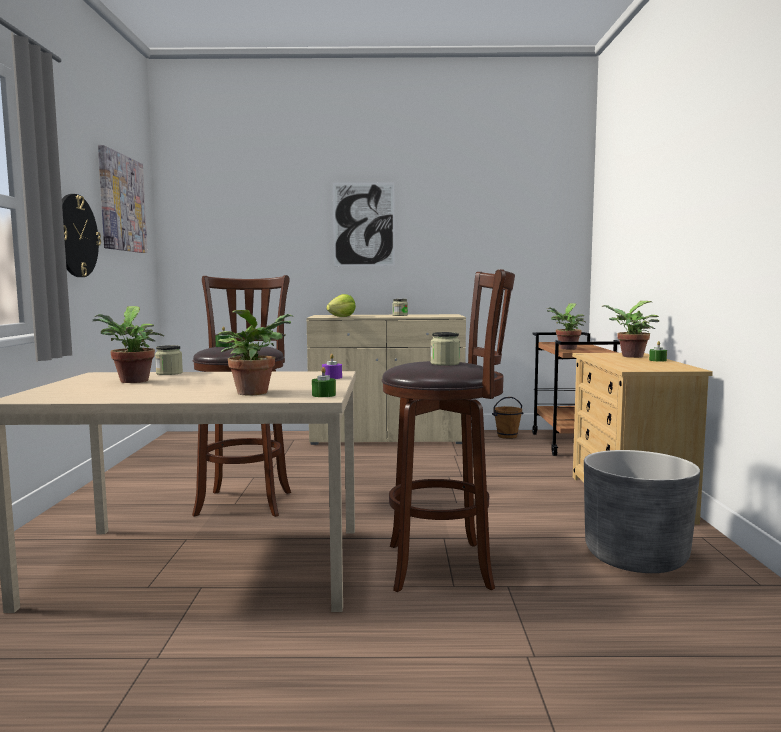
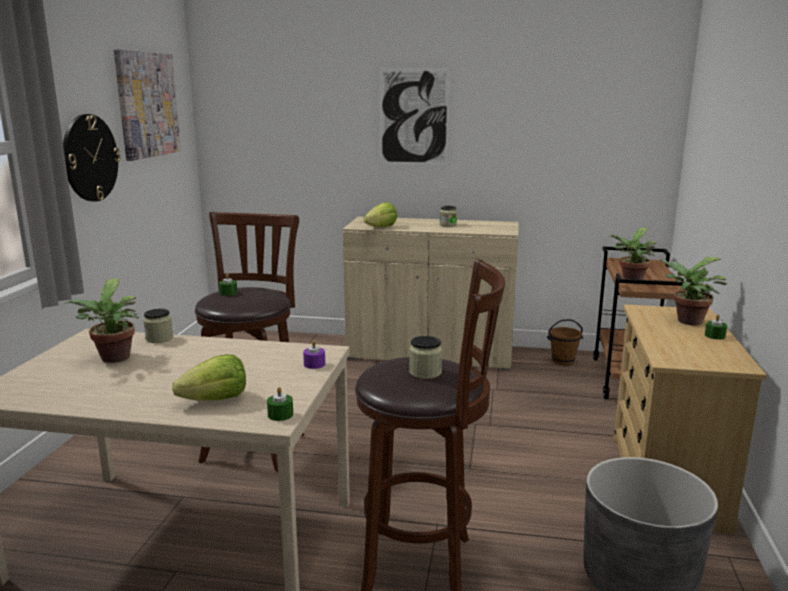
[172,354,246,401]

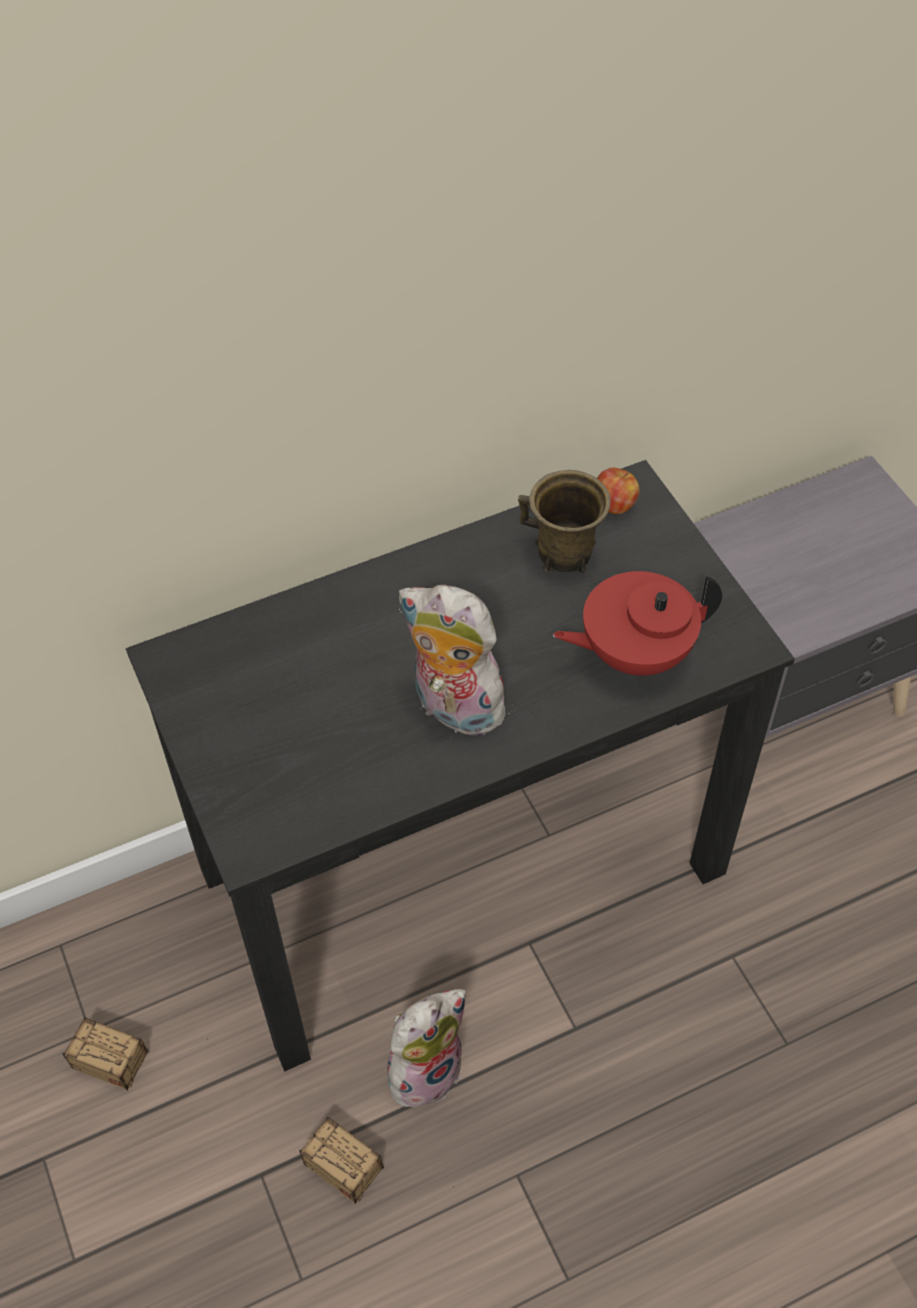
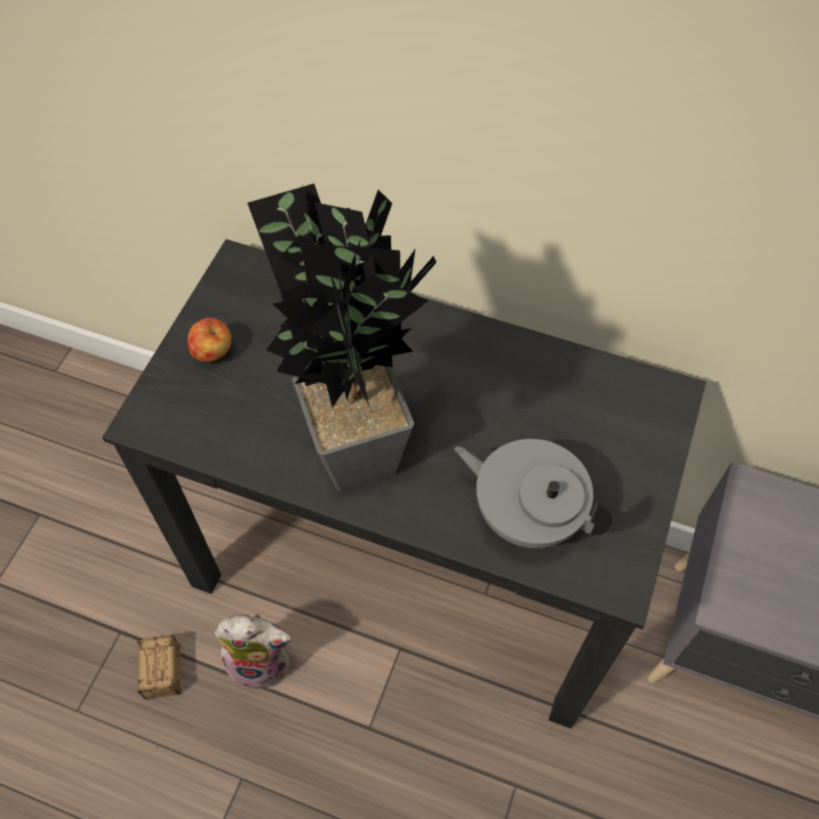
[63,1018,208,1090] (first image)
[247,184,437,492]
[518,470,610,573] (first image)
[455,439,612,548]
[188,318,231,362]

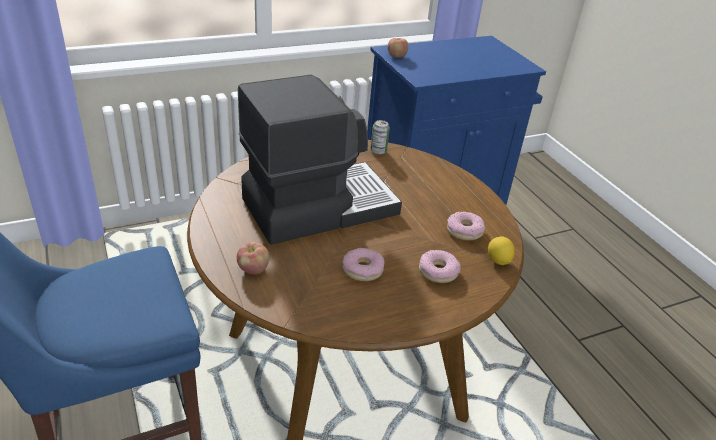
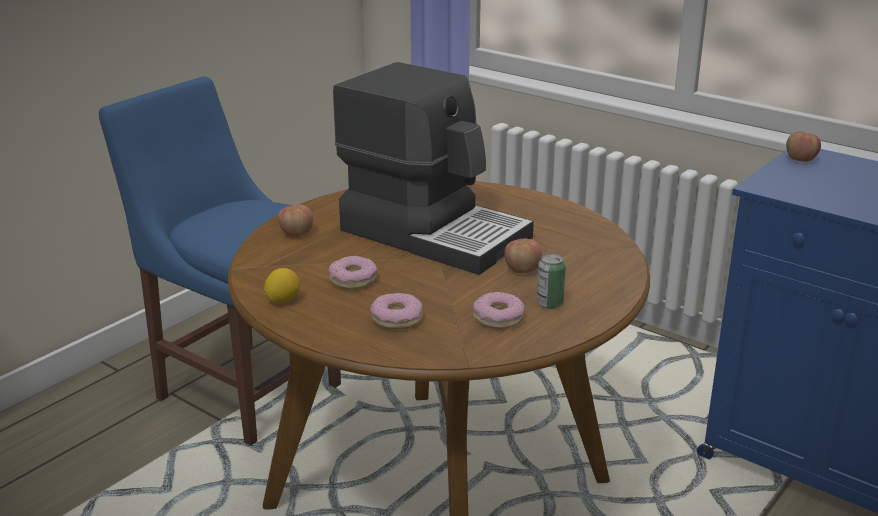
[537,254,566,309]
[264,268,300,304]
[504,238,542,273]

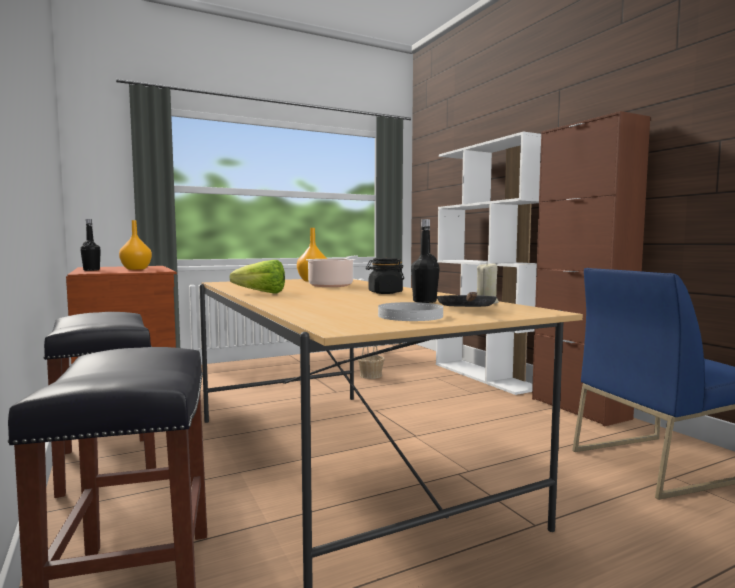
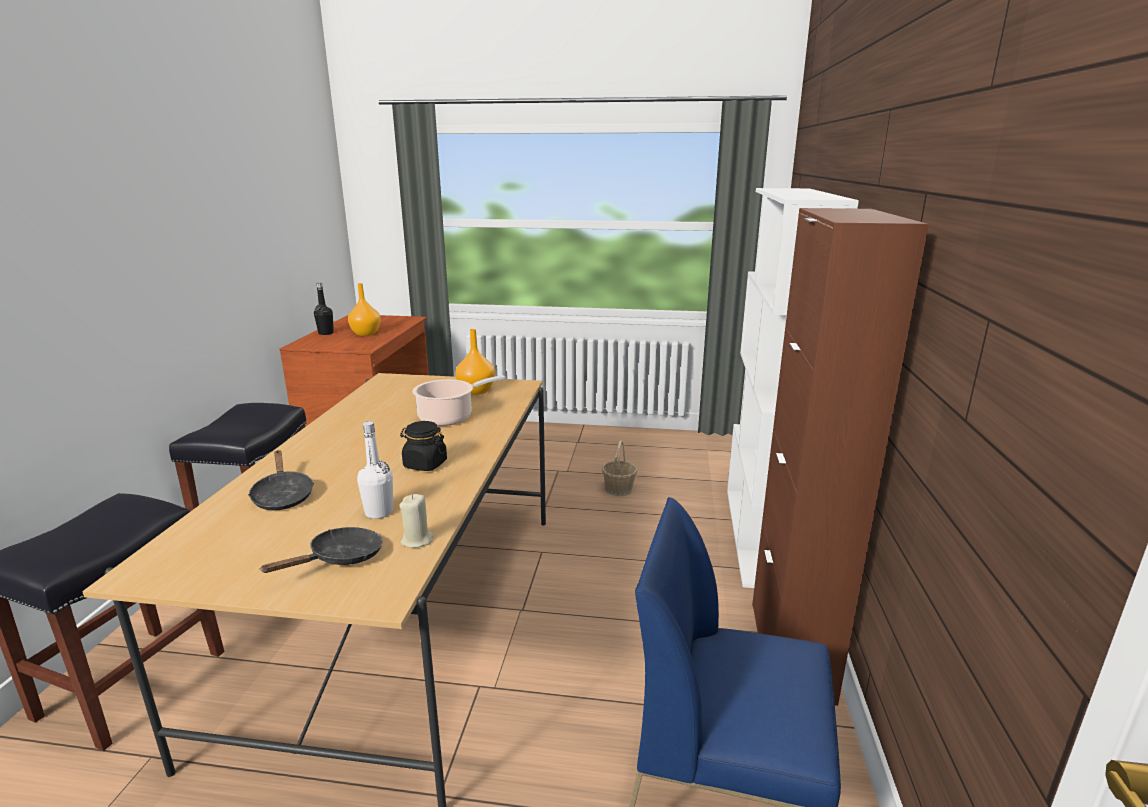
[229,260,285,293] (first image)
[378,302,443,321] (first image)
[357,421,393,519]
[248,450,314,510]

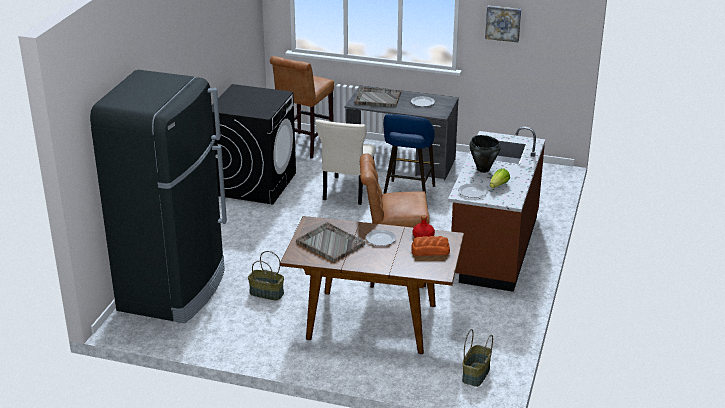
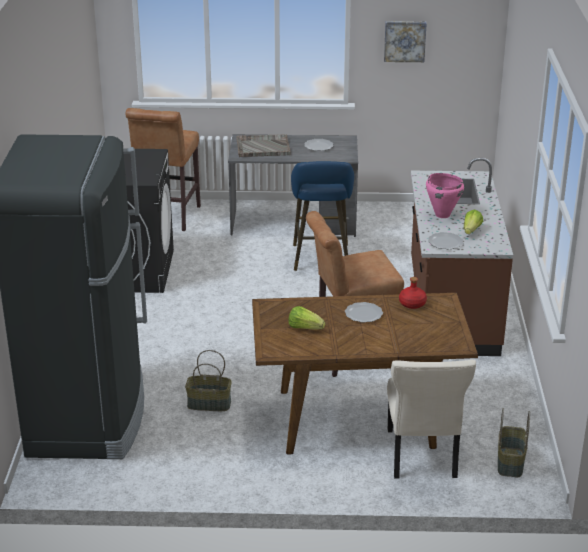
[288,306,325,330]
[387,360,476,478]
[411,236,450,256] (first image)
[426,173,464,218]

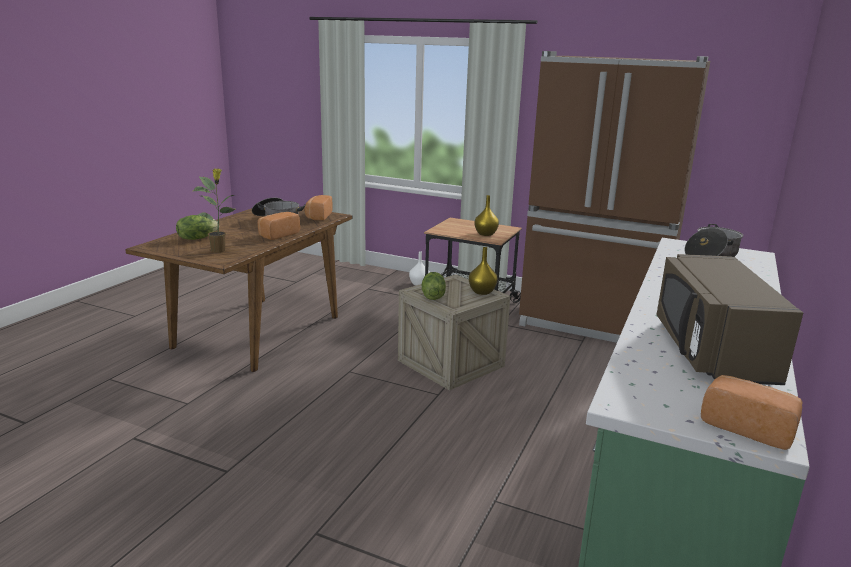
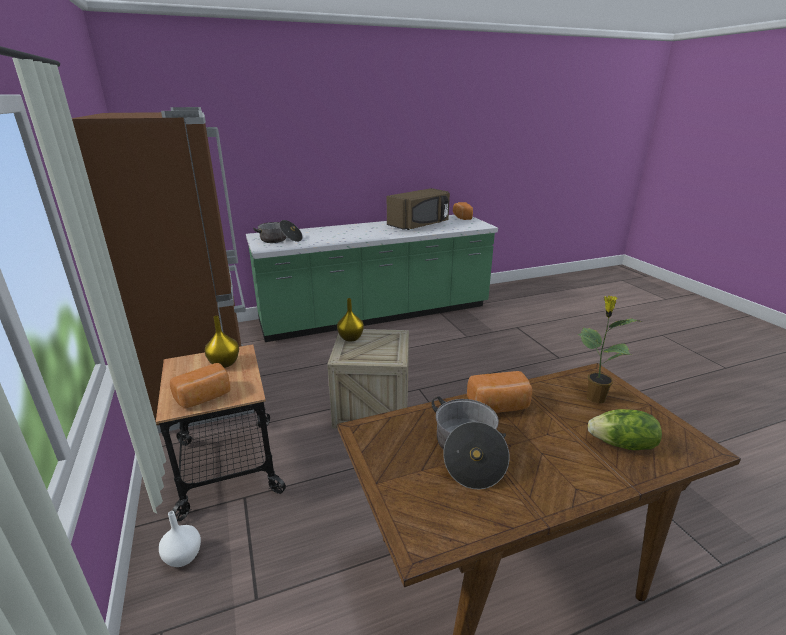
[170,363,231,409]
[422,272,446,300] (first image)

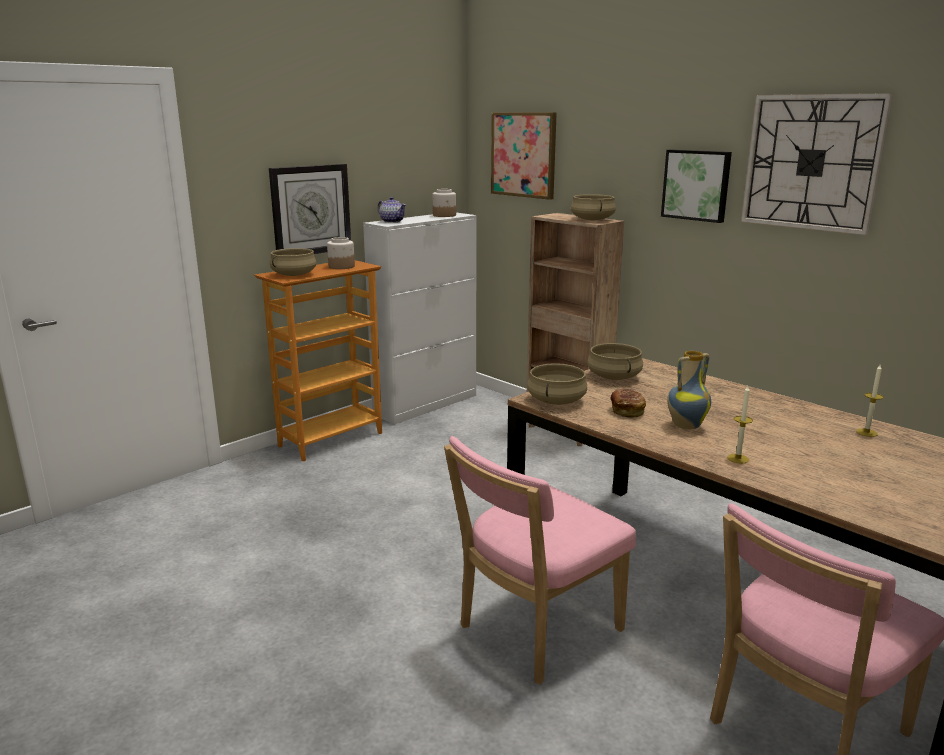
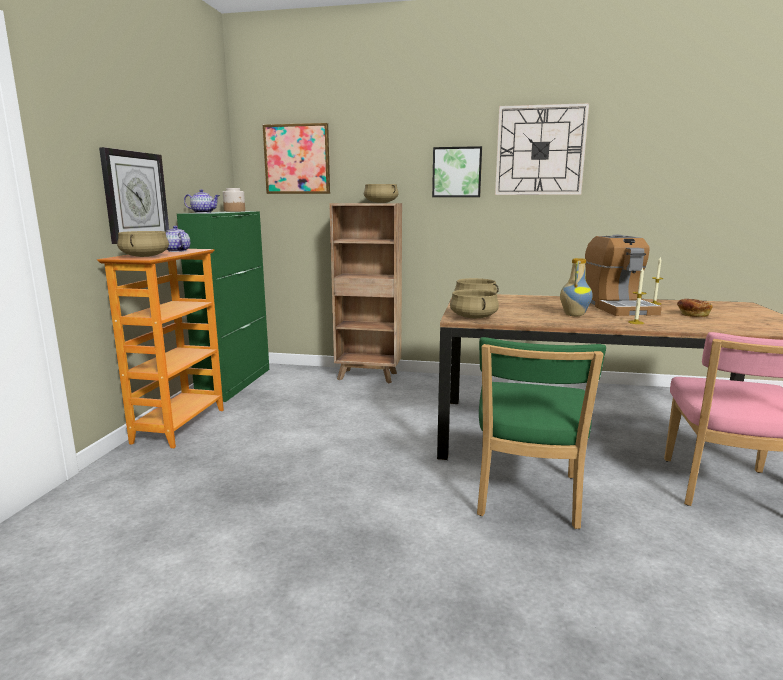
[166,226,190,252]
[177,211,269,402]
[477,337,606,529]
[677,299,713,317]
[585,235,662,316]

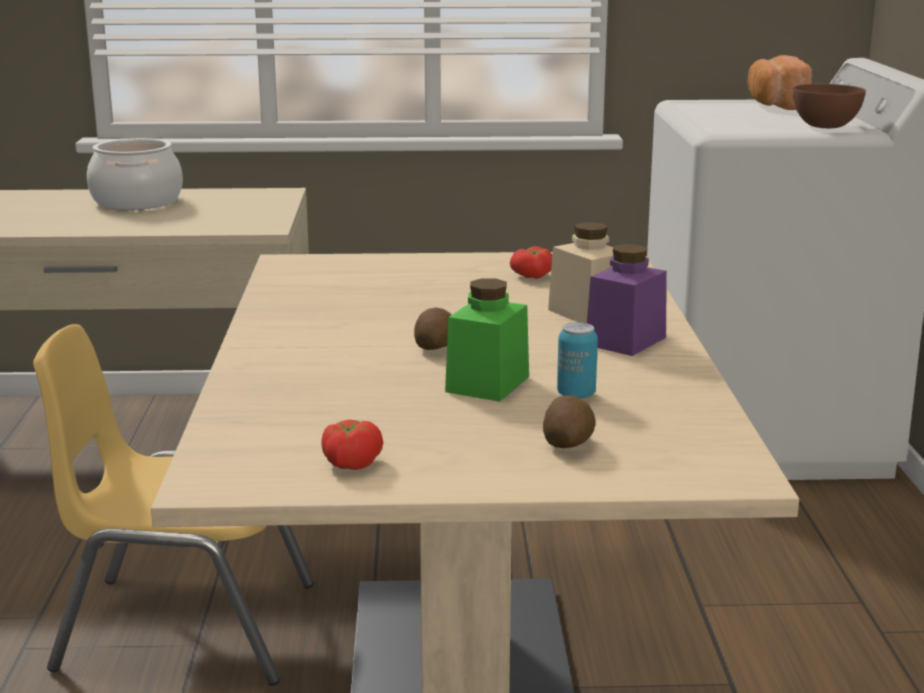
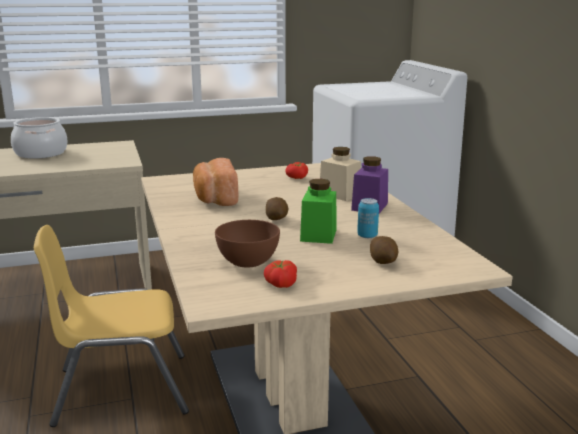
[193,158,238,206]
[215,220,280,268]

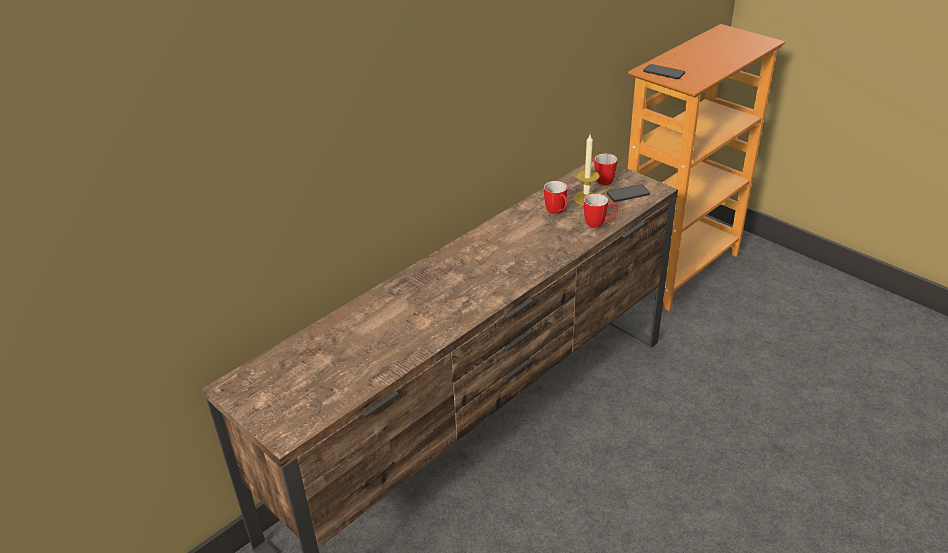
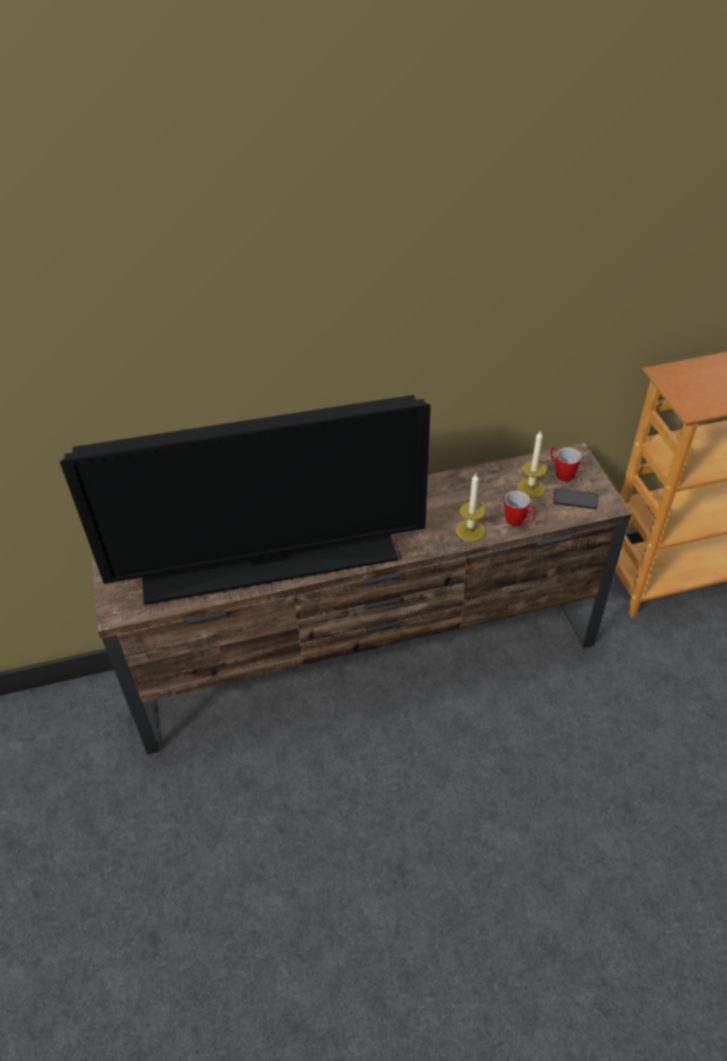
[544,181,568,214] (first image)
[643,64,685,79] (first image)
[60,395,431,605]
[456,474,485,542]

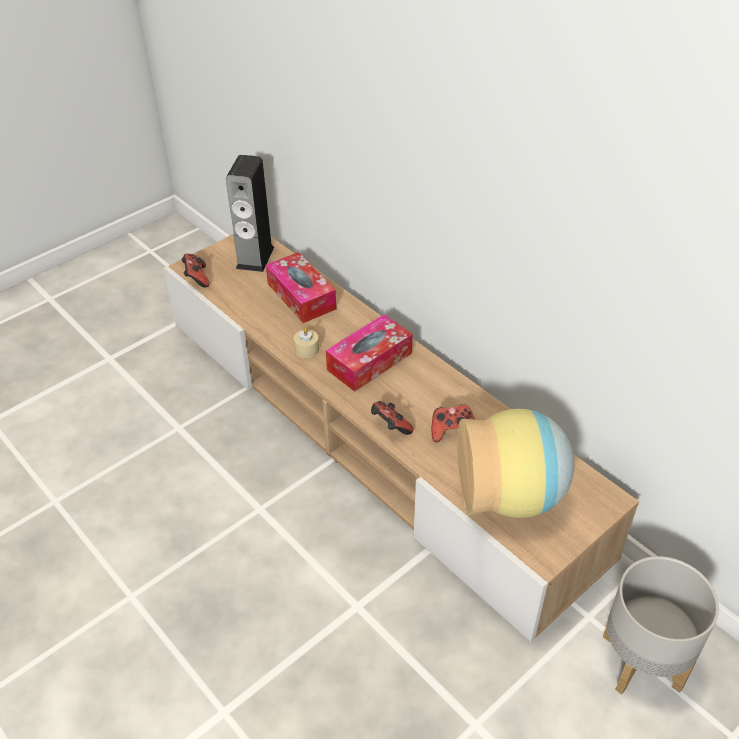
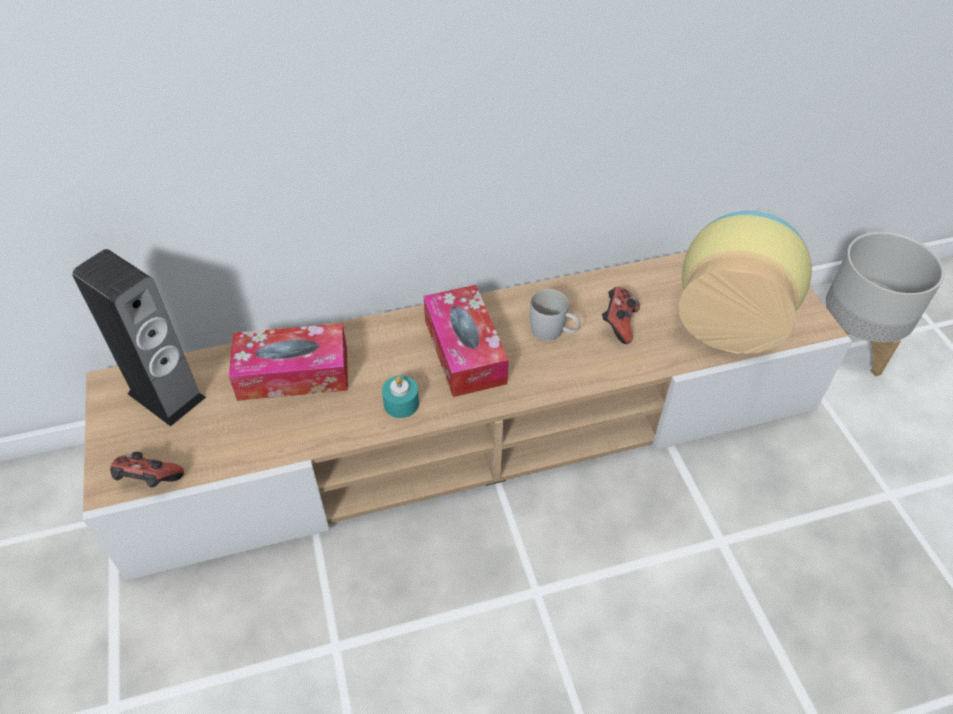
[382,376,419,418]
[371,401,413,435] (first image)
[530,289,580,341]

